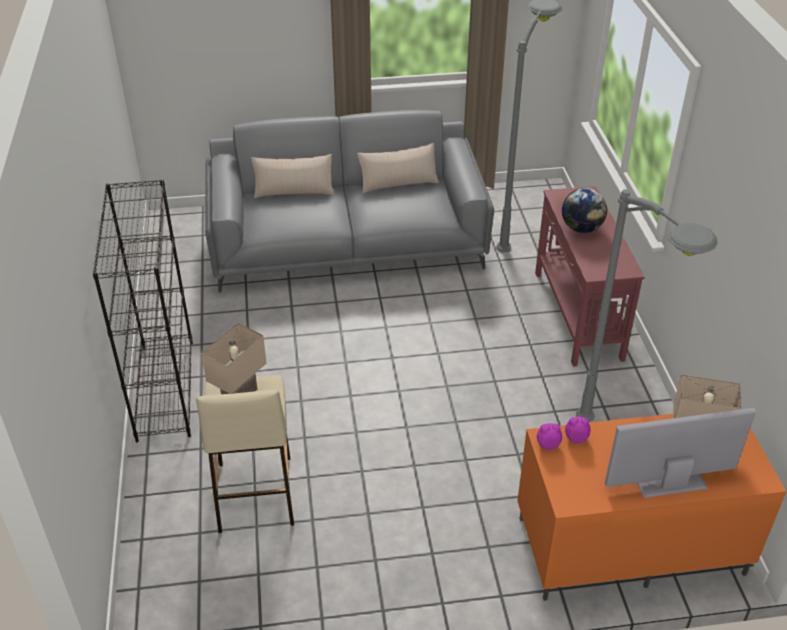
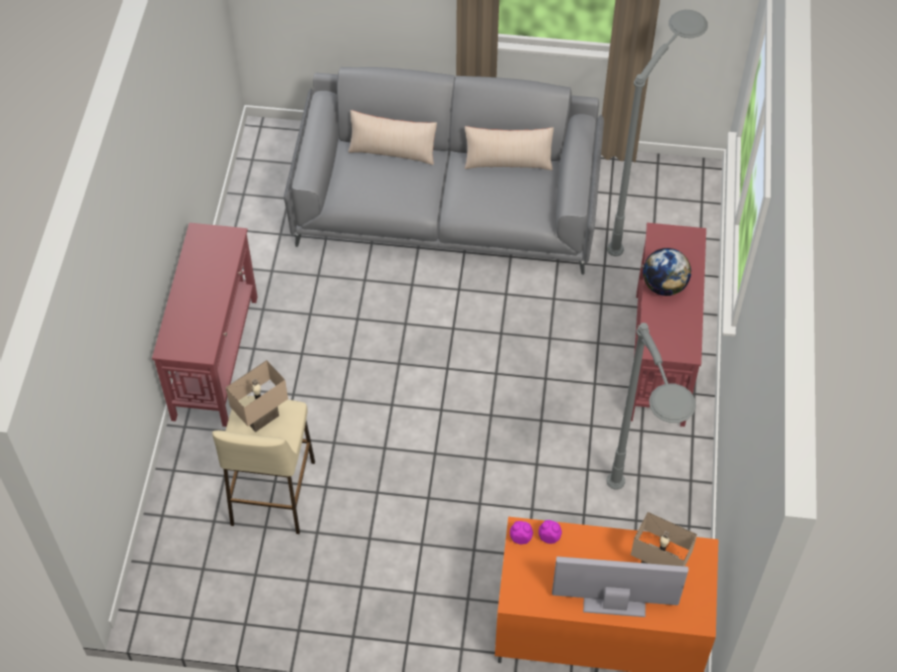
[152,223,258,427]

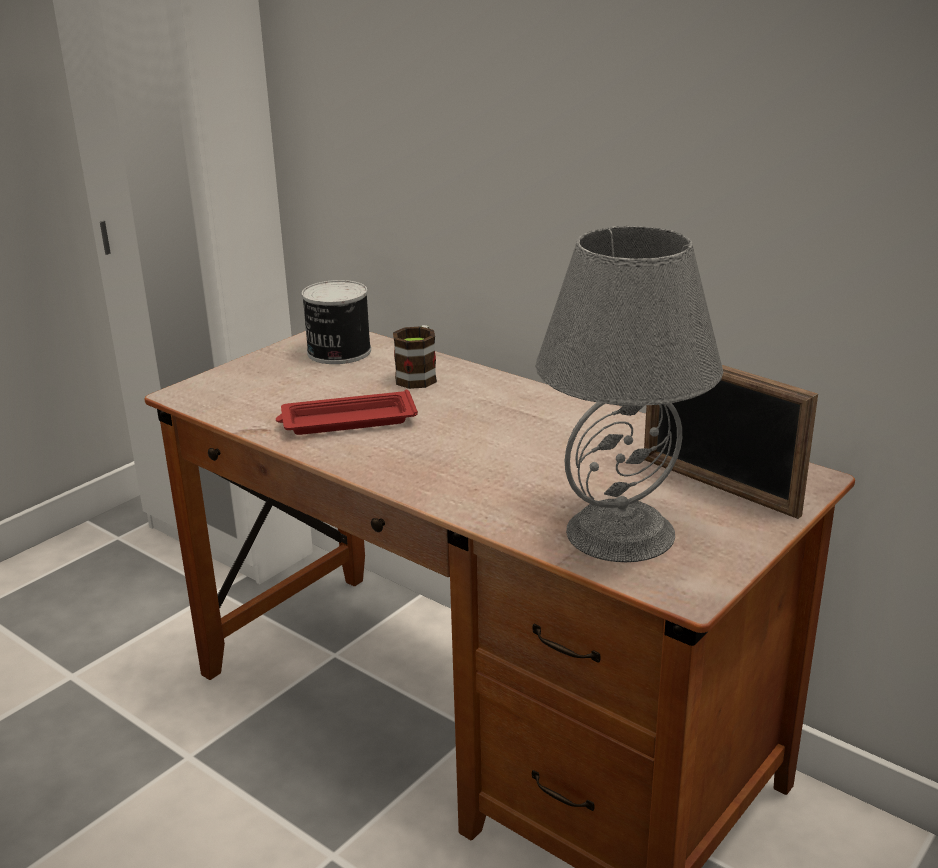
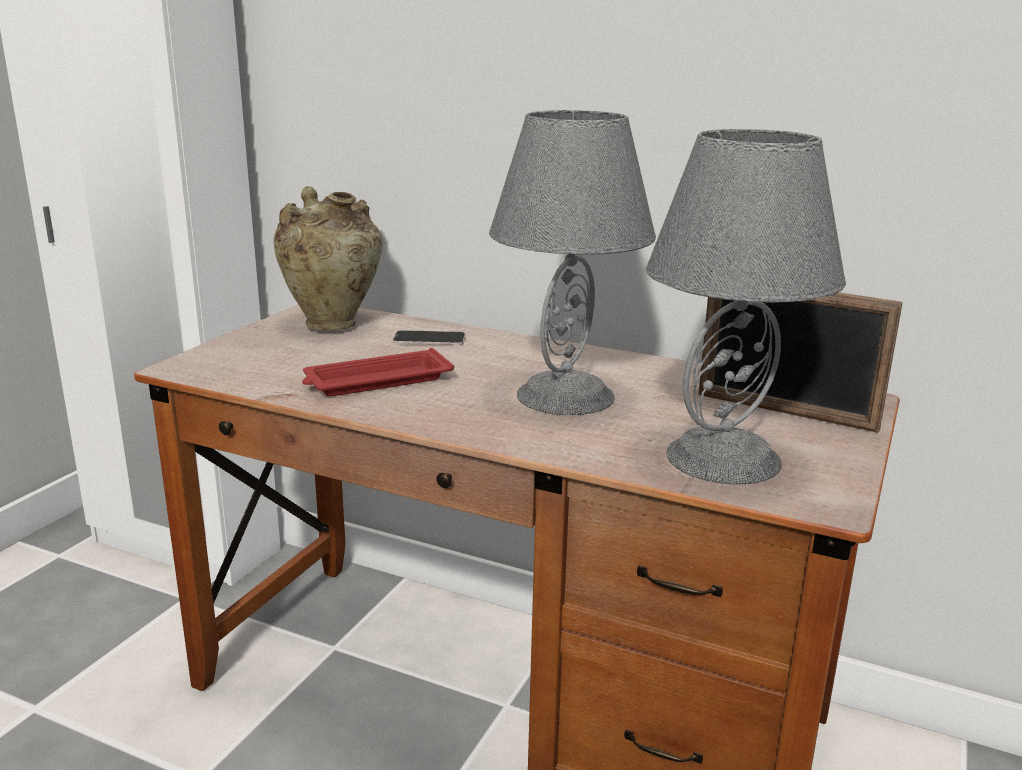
[274,186,382,330]
[393,330,465,345]
[489,110,656,415]

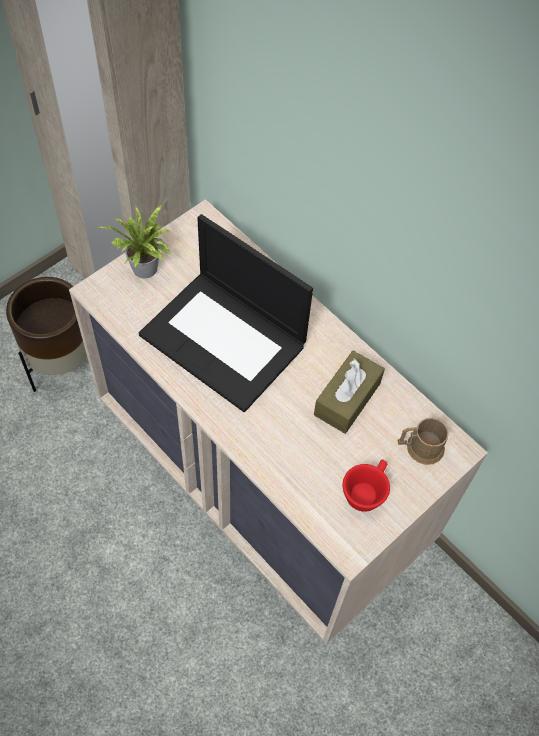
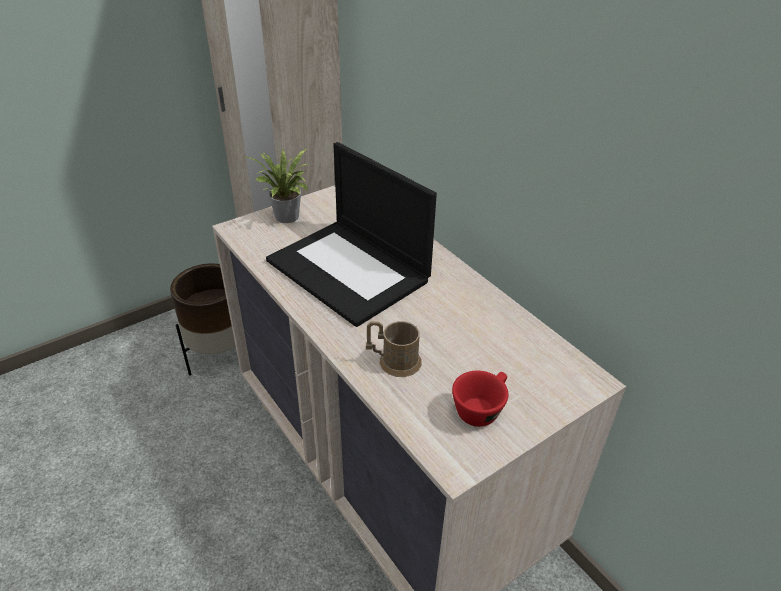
[314,351,385,434] (first image)
[366,321,422,377]

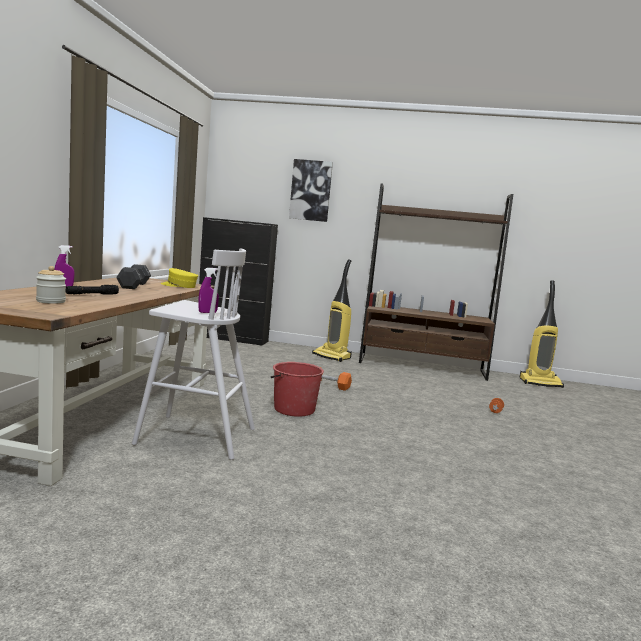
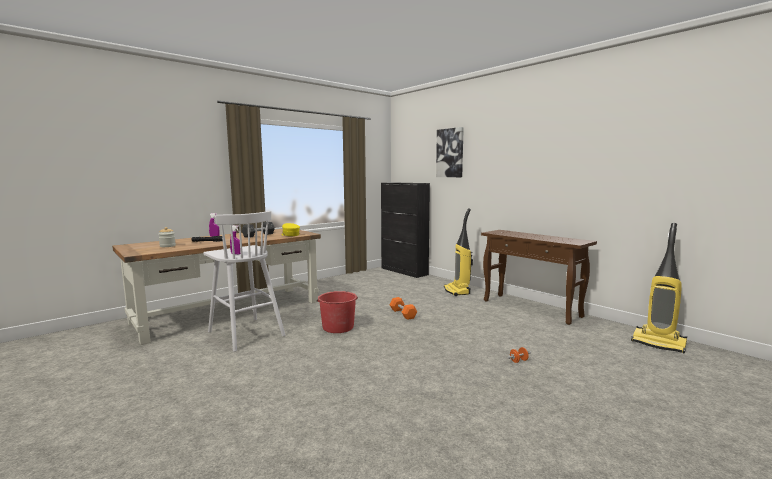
[481,230,597,325]

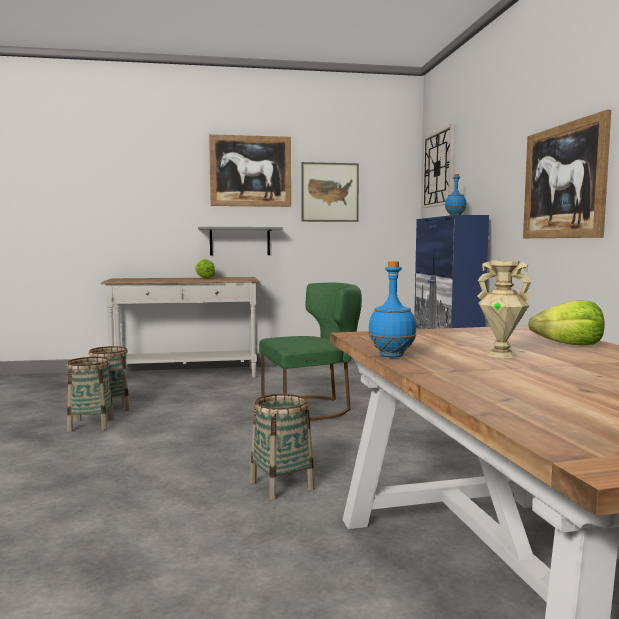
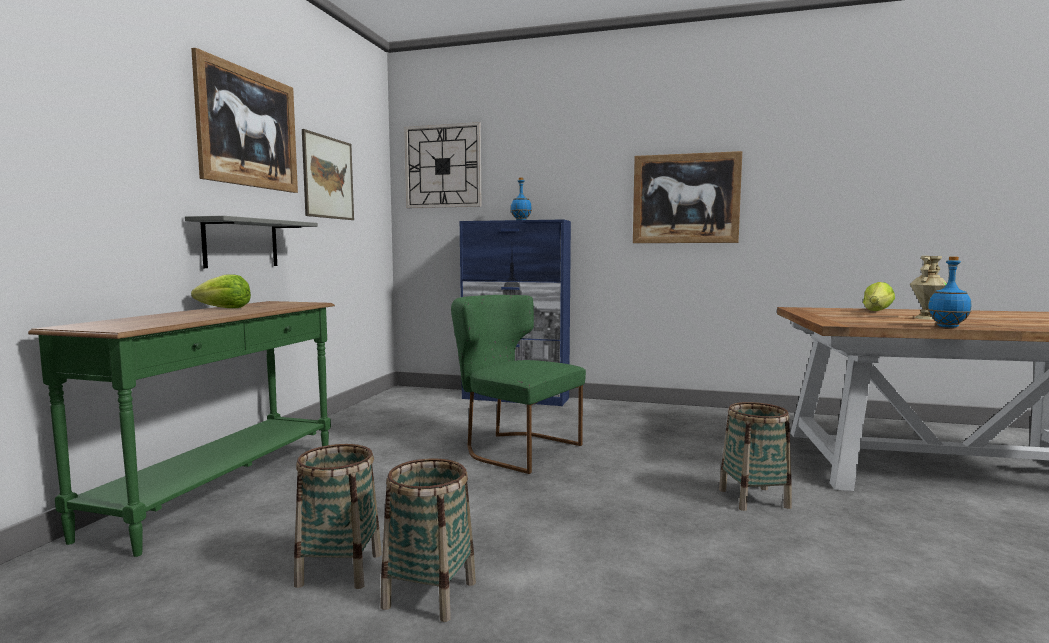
[28,301,335,557]
[451,295,586,474]

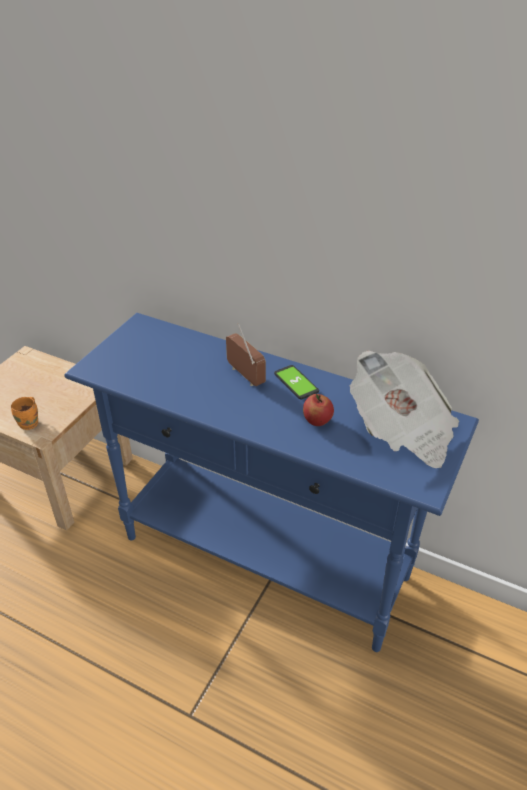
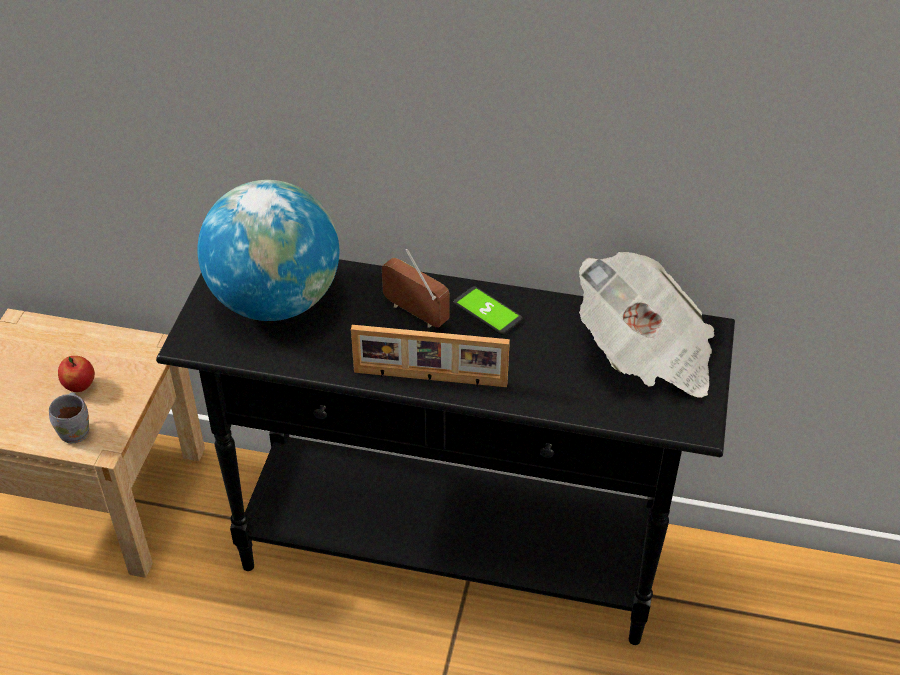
[49,393,89,443]
[156,259,735,645]
[58,356,95,392]
[198,180,339,321]
[351,325,510,387]

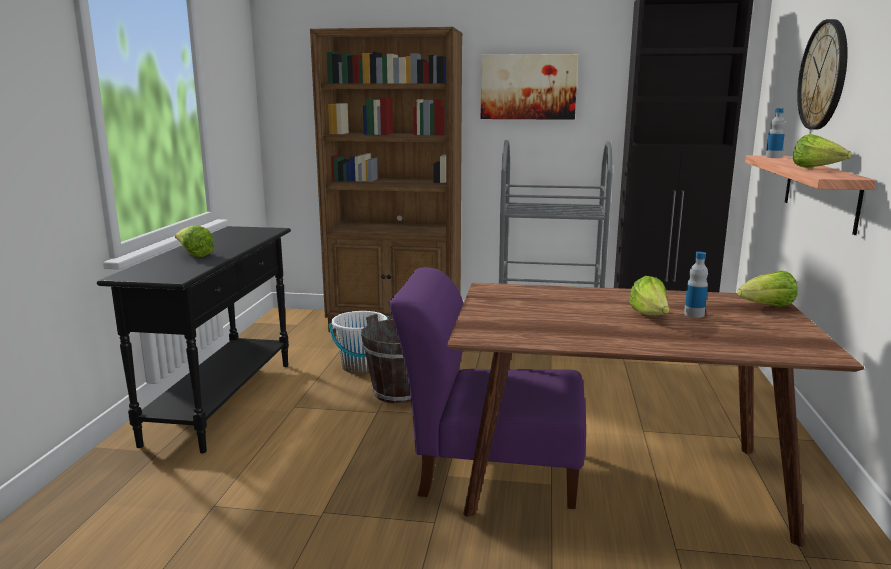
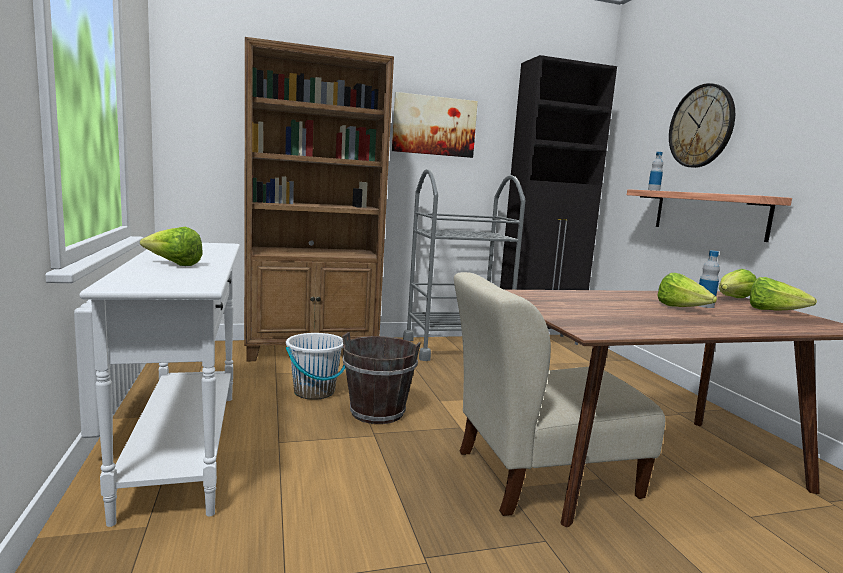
[79,243,240,527]
[454,272,665,516]
[750,277,817,311]

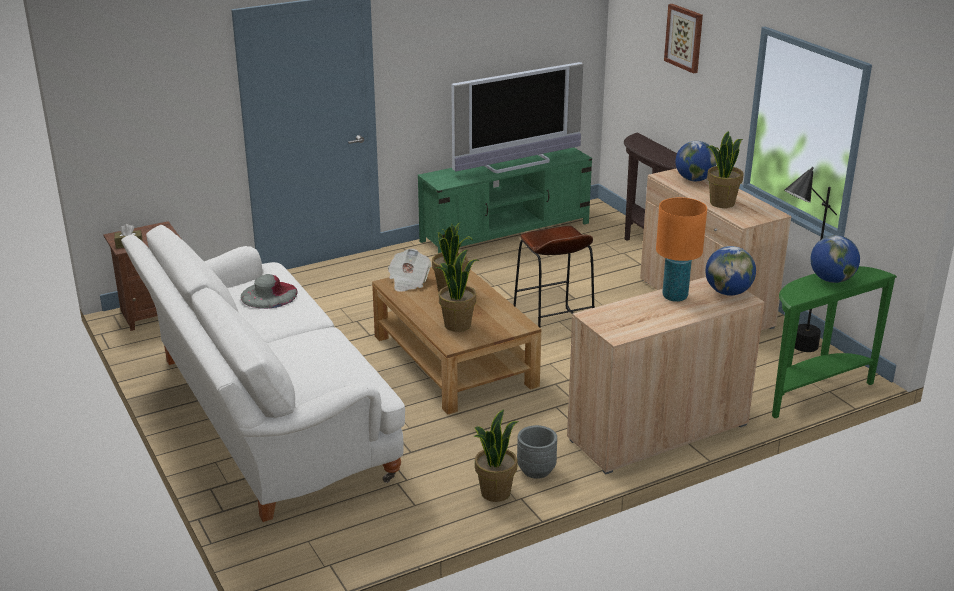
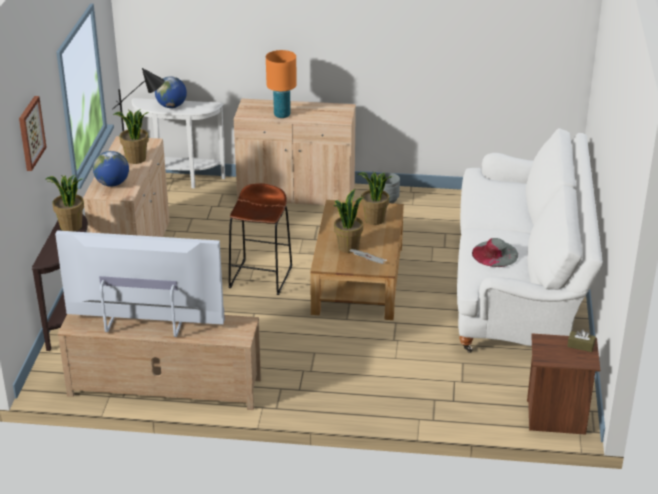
[58,314,261,410]
[46,174,84,231]
[705,246,756,296] (first image)
[132,98,225,188]

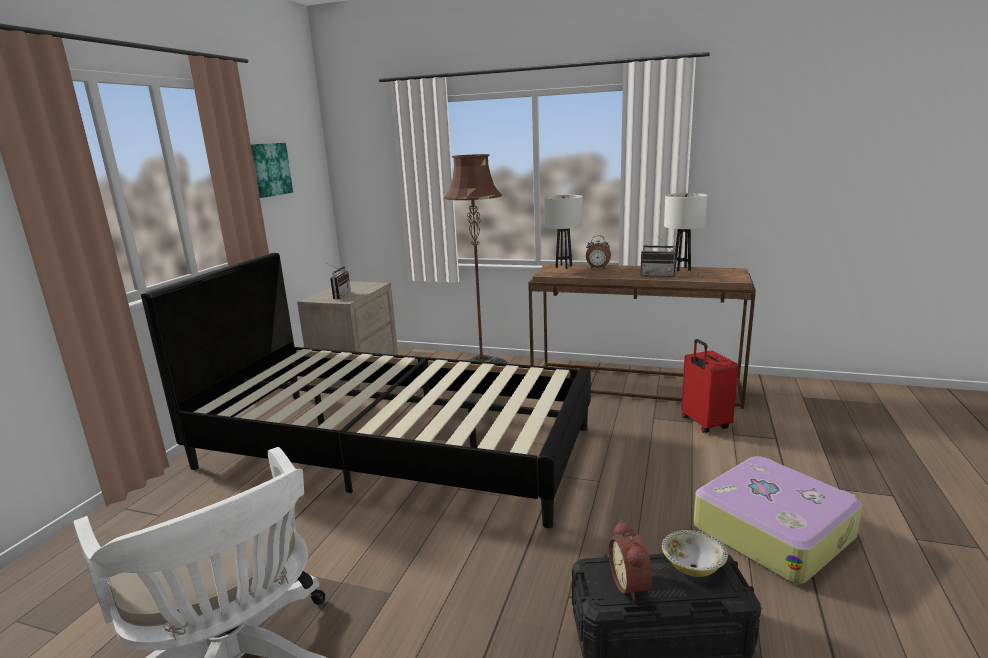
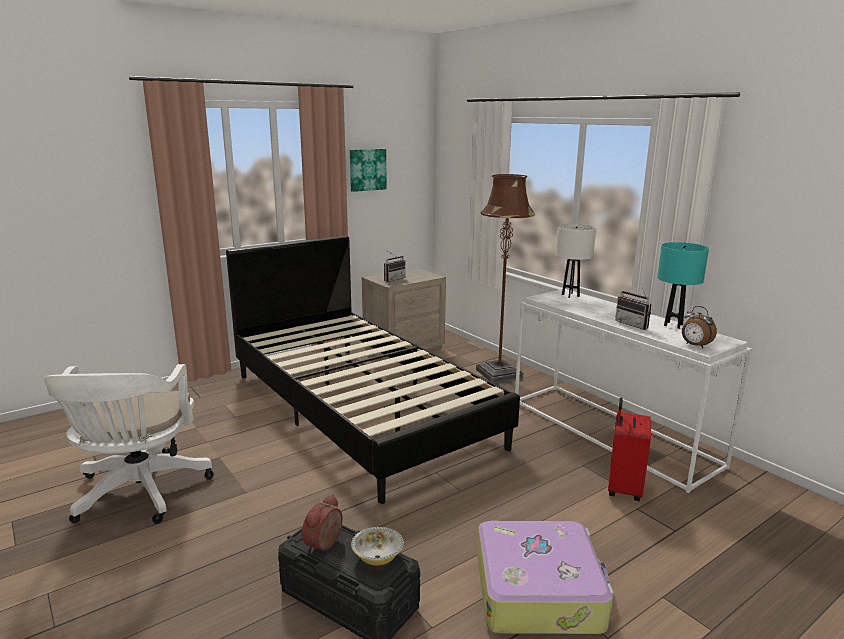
[515,289,752,493]
[682,306,717,348]
[657,242,709,329]

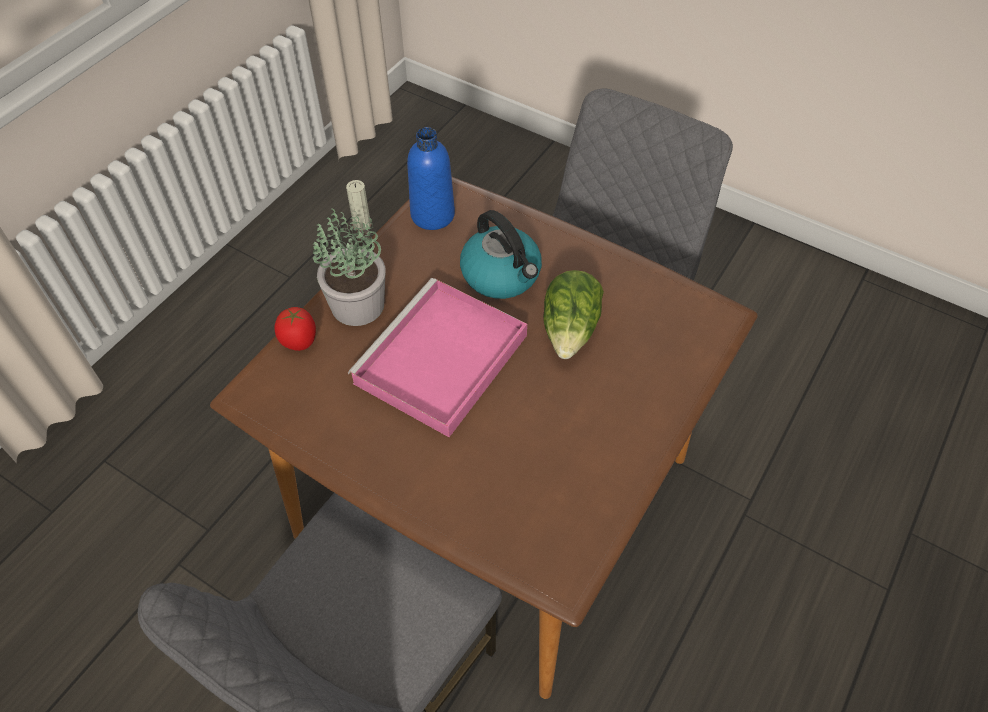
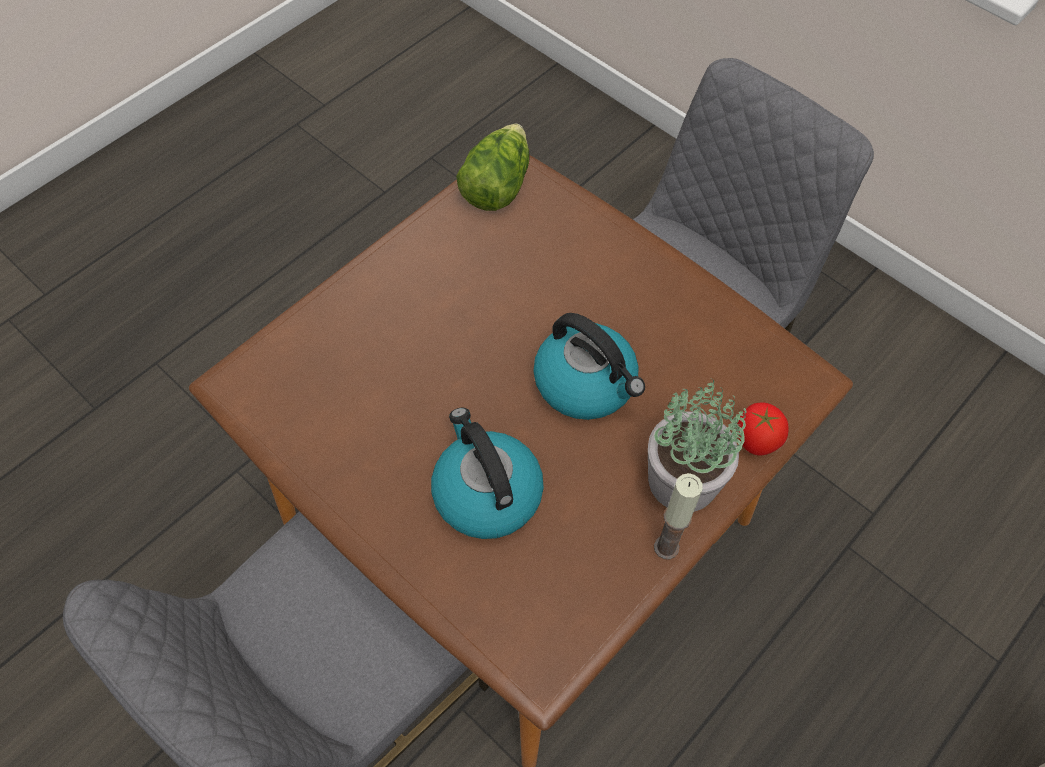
[533,313,645,420]
[407,127,455,230] (first image)
[456,123,530,211]

